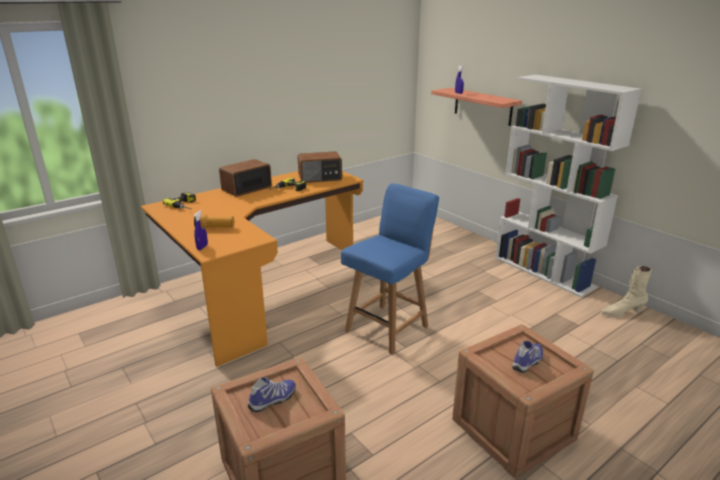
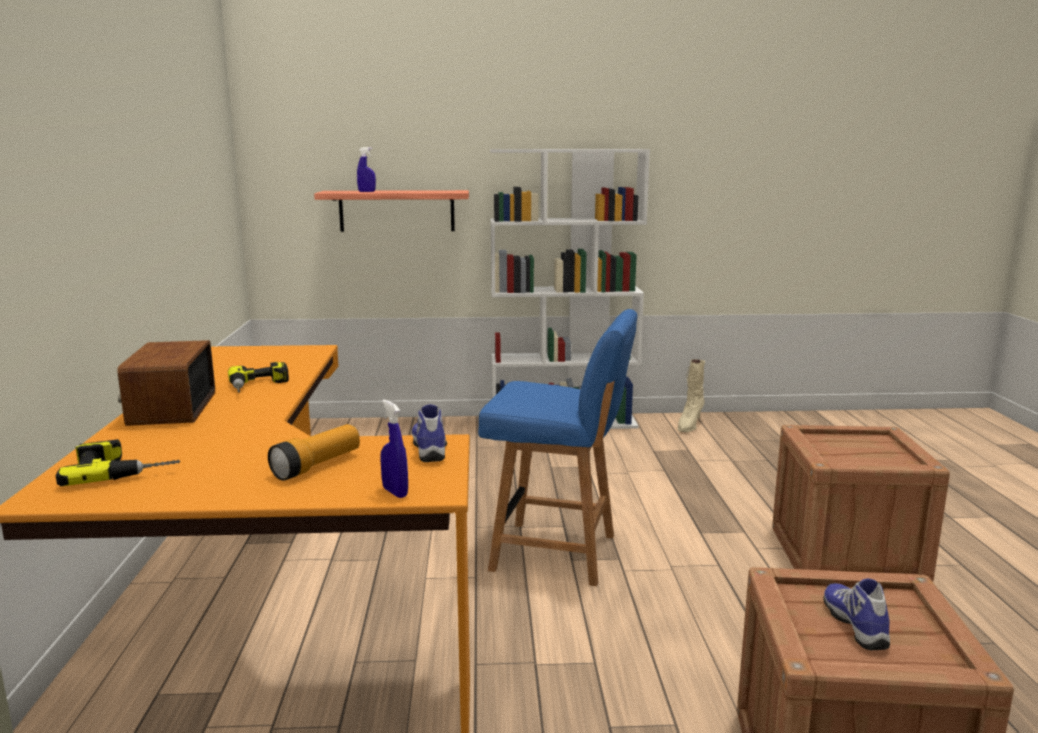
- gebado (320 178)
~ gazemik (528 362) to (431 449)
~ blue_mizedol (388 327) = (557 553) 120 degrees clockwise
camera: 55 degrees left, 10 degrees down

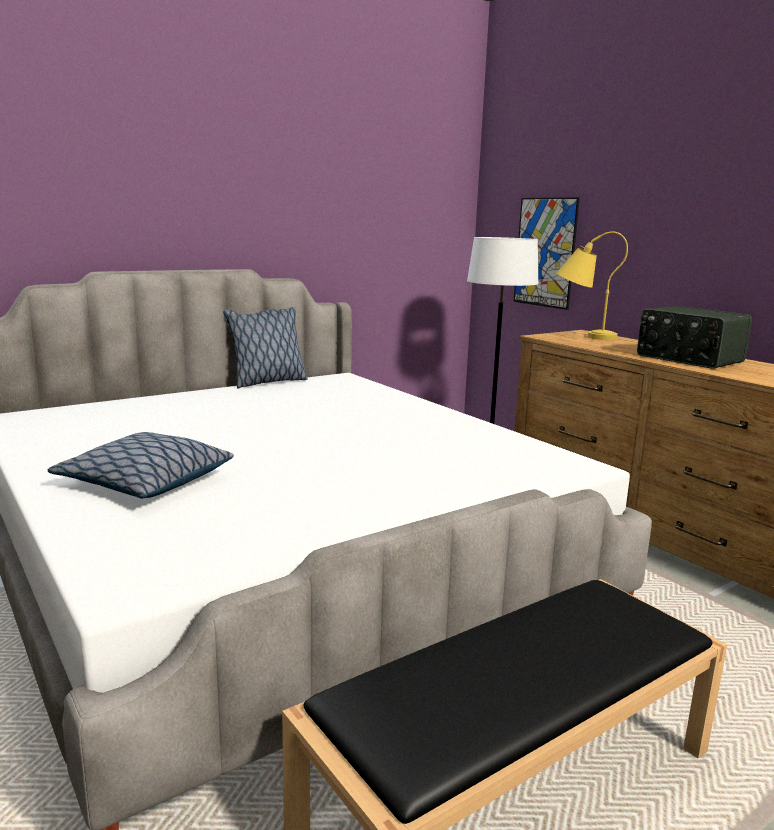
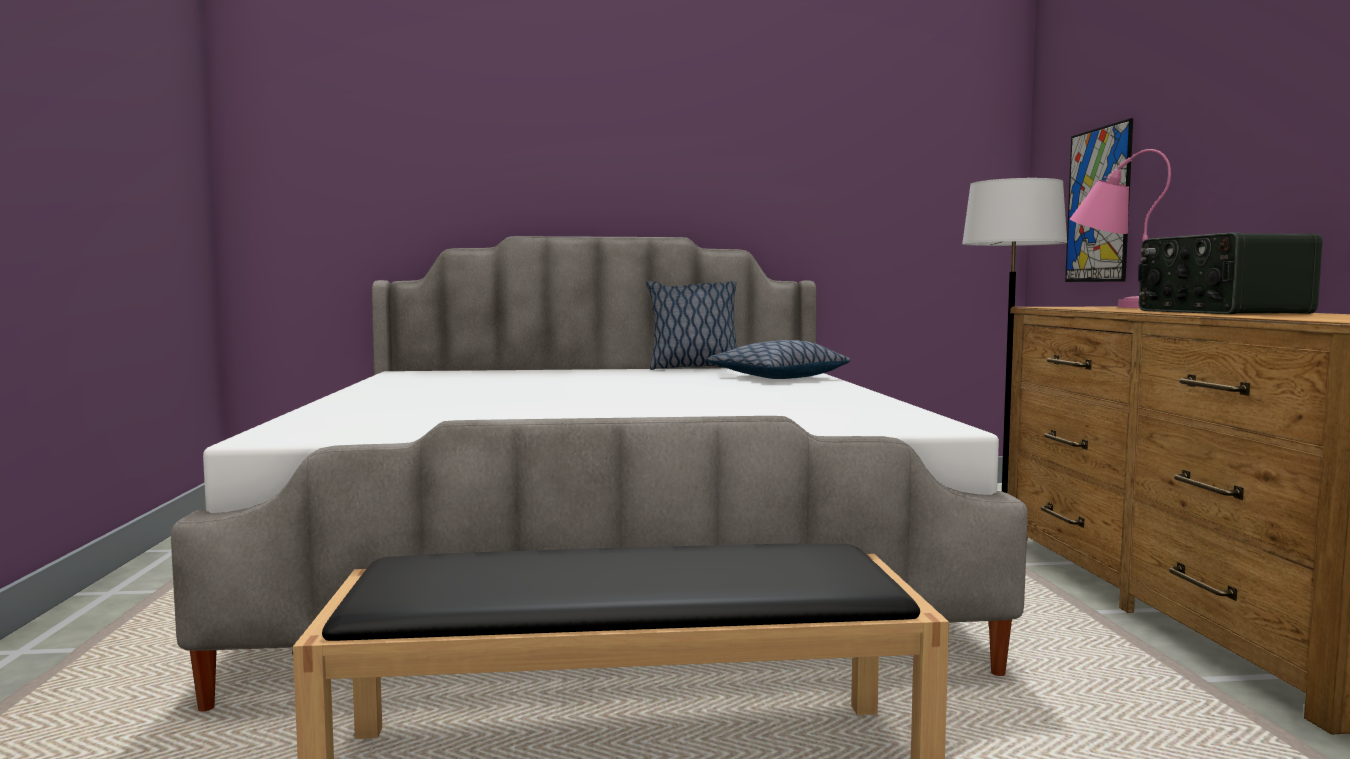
~ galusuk (145 482) to (776 377)
~ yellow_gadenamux (582 335) to pink_gadenamux (1113 307)
camera: 30 degrees right, 10 degrees down

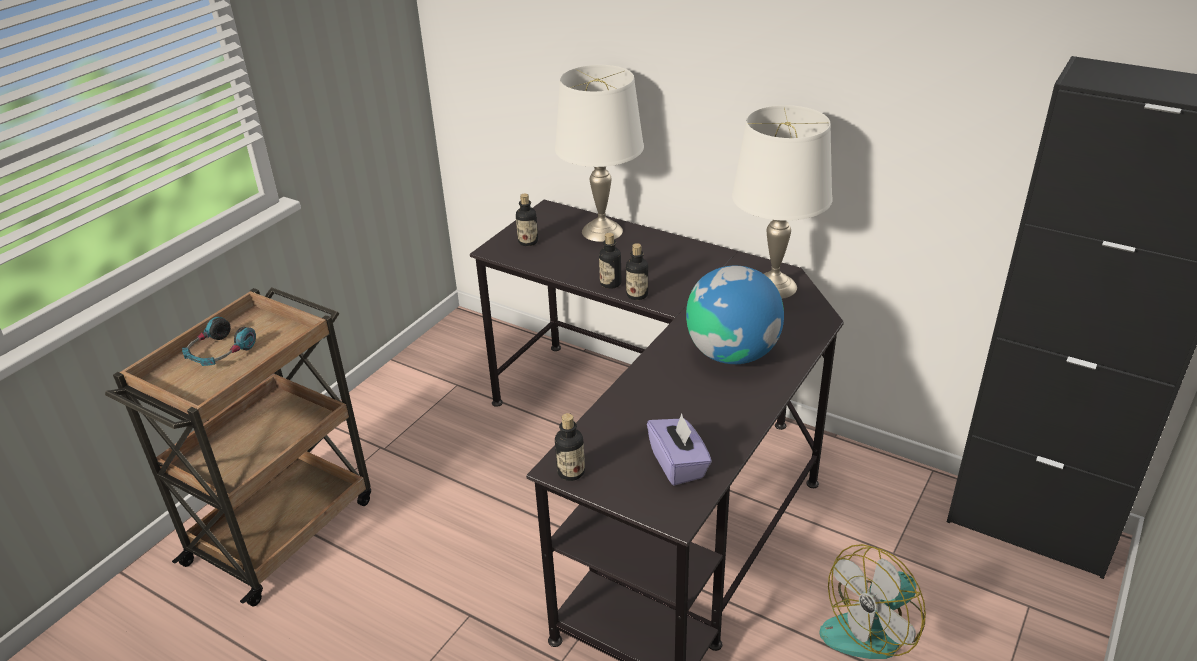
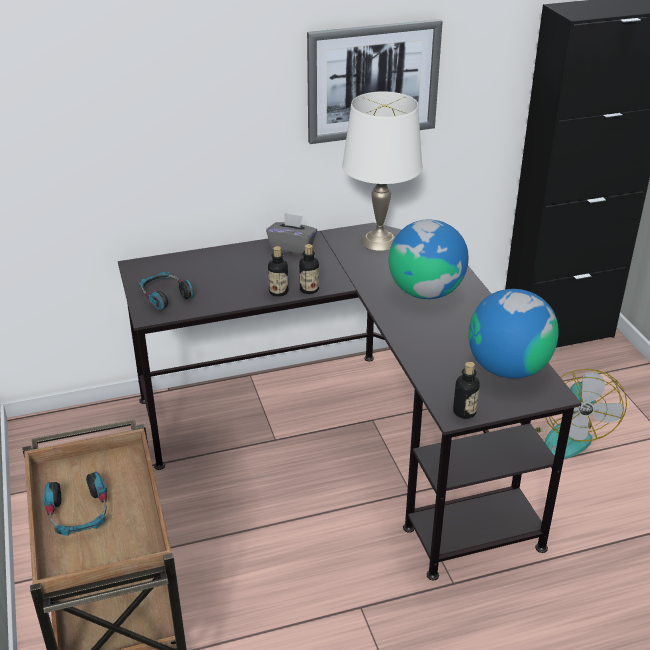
- white_gadenamux (602 231)
+ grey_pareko (292 247)
+ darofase (373 81)
~ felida (528 242) to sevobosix (165 296)
~ purple_pareko (678 464) to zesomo (508 368)
camera: 50 degrees left, 0 degrees up

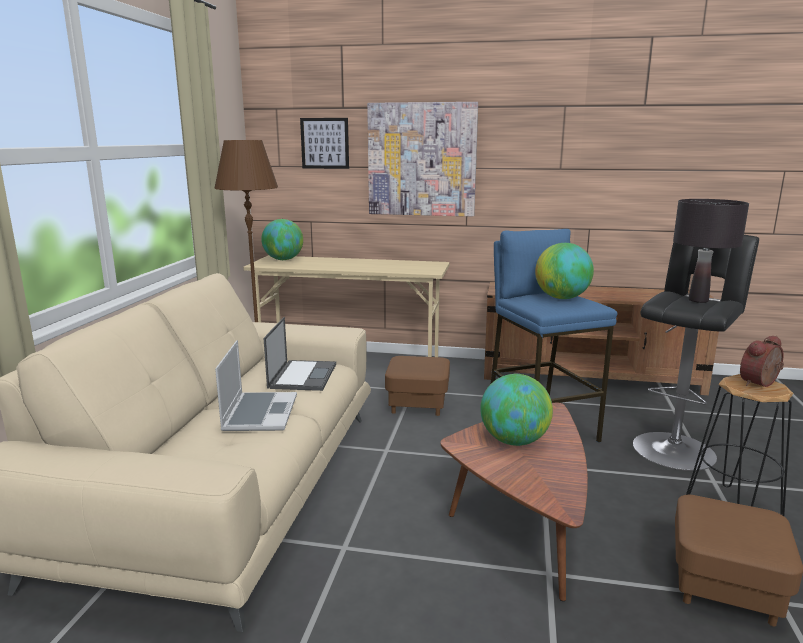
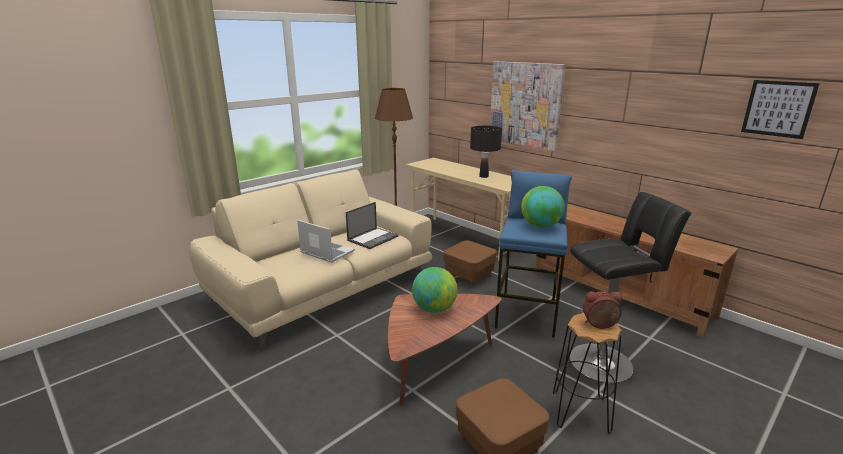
- zesomo (283 259)
~ darofase (325 143) to (778 108)
~ black_gadenamux (698 300) to (483 176)
~ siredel (259 413) = (326 252) 90 degrees counterclockwise
camera: 35 degrees right, 5 degrees up

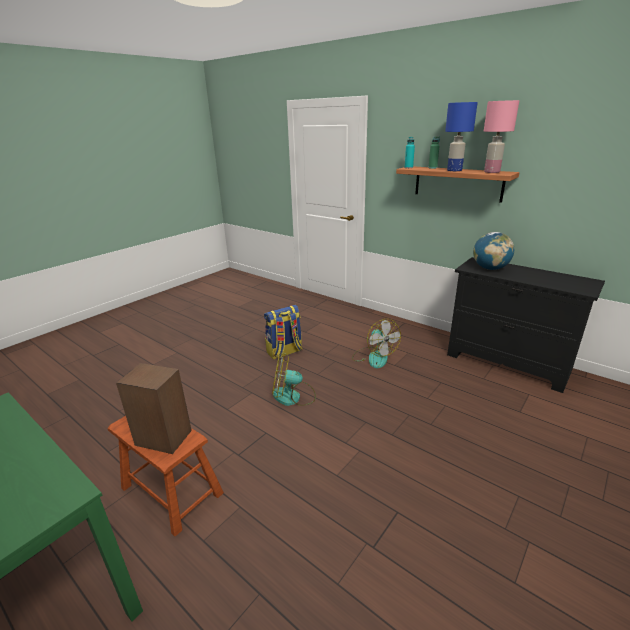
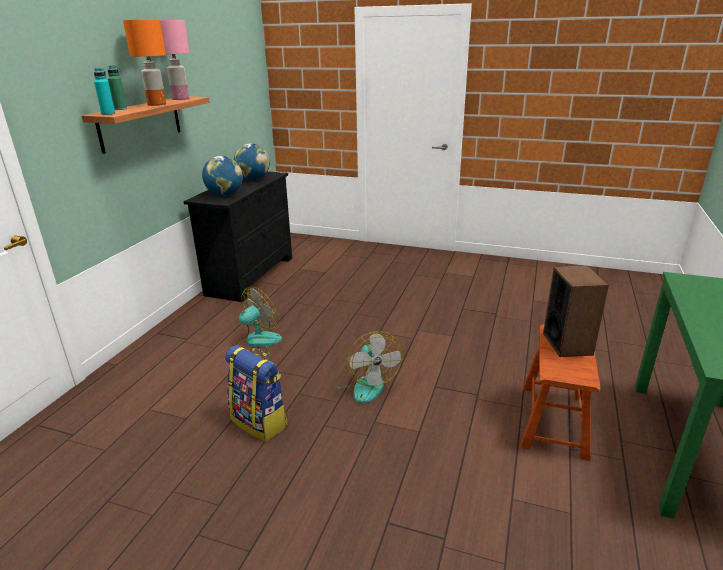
+ zesomo (253 179)
~ blue_gadenamux (454 170) to orange_gadenamux (156 104)
camera: 110 degrees left, 0 degrees up

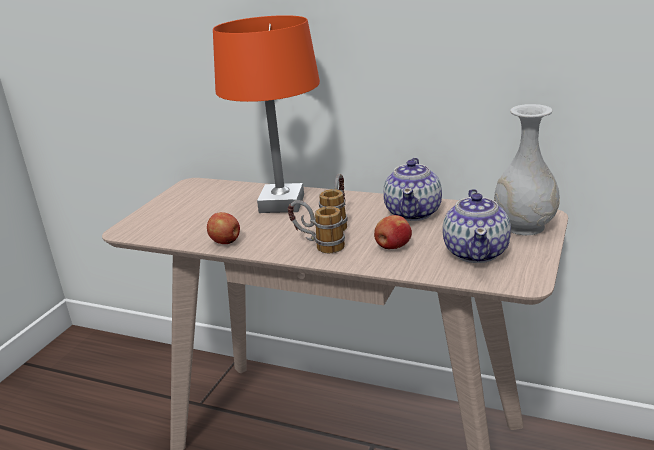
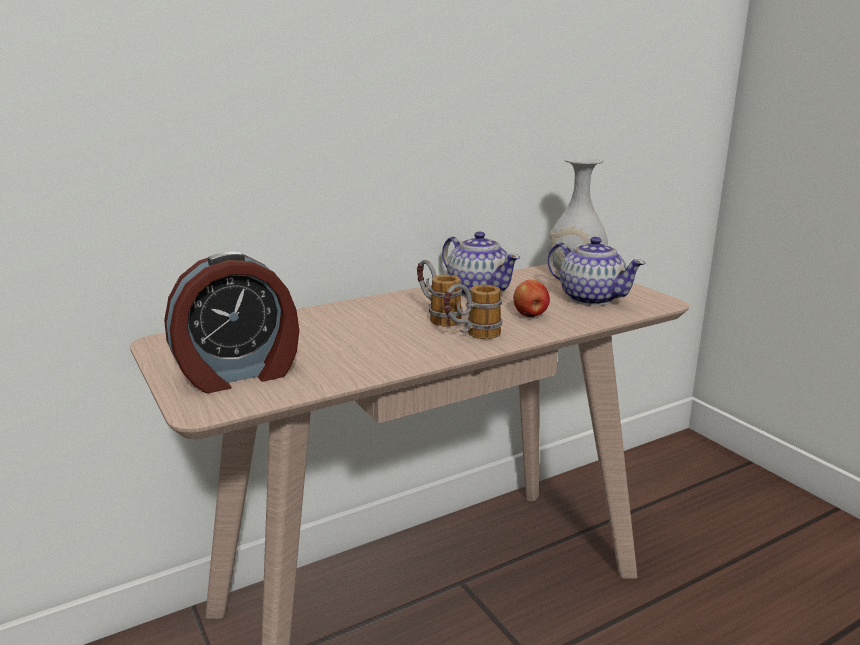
- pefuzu (226 242)
- orange_gadenamux (282 204)
+ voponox (239 374)
camera: 55 degrees left, 5 degrees down

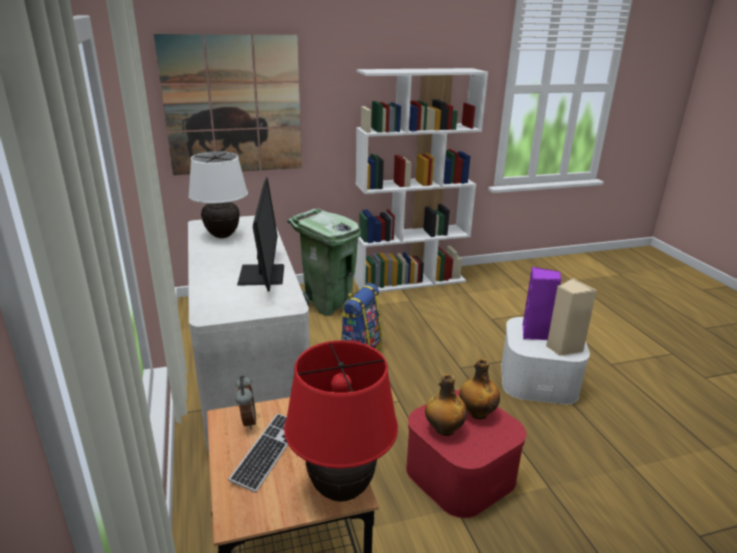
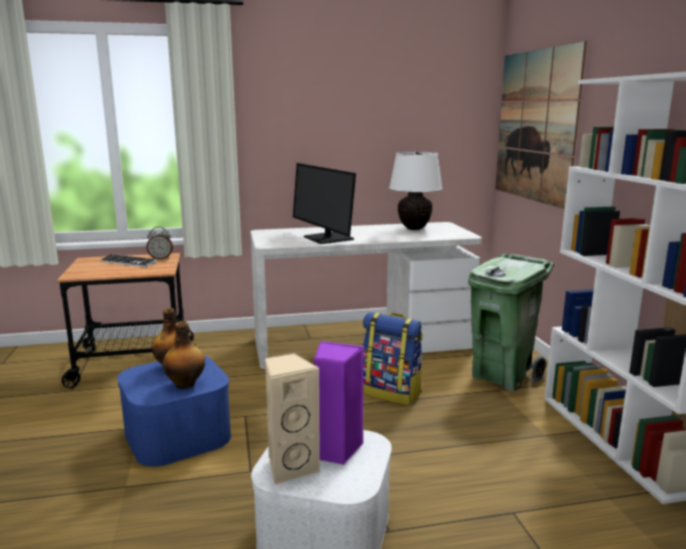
- red_gadenamux (340 489)
~ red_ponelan (460 473) to blue_ponelan (178 434)
~ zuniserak (263 275) = (327 238) 60 degrees clockwise
camera: 95 degrees right, 10 degrees down

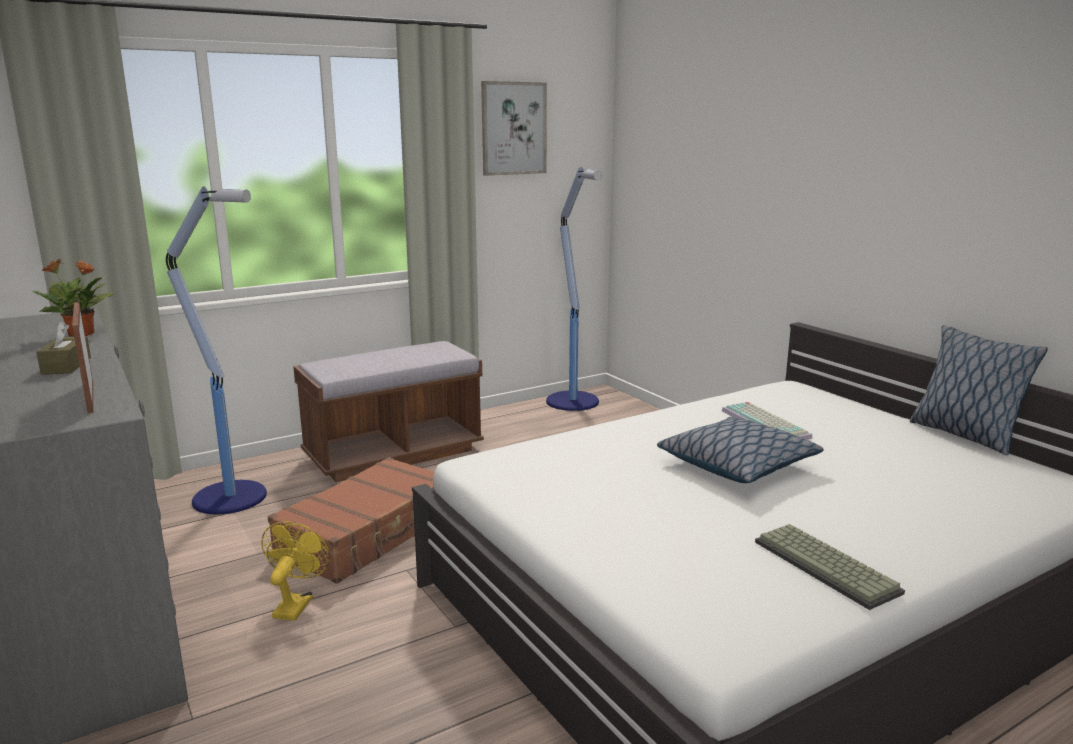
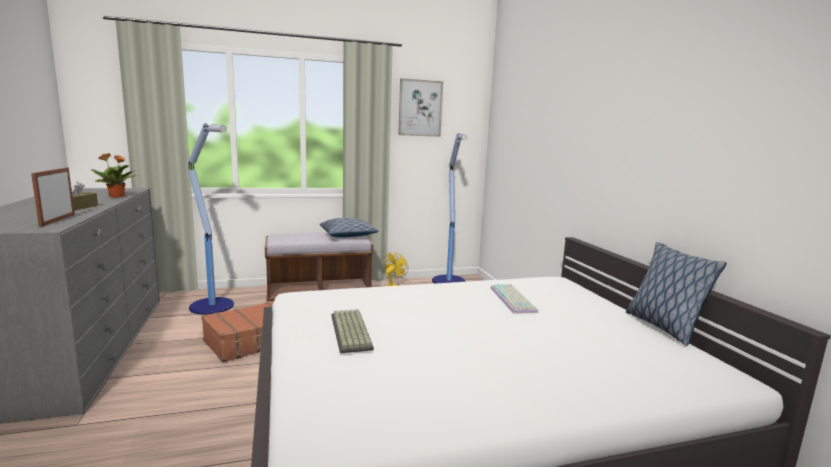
~ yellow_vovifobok (295 604) to (393 287)
~ galusuk (737 465) to (348 235)
~ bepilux (828 566) to (352 332)
camera: 15 degrees right, 5 degrees down

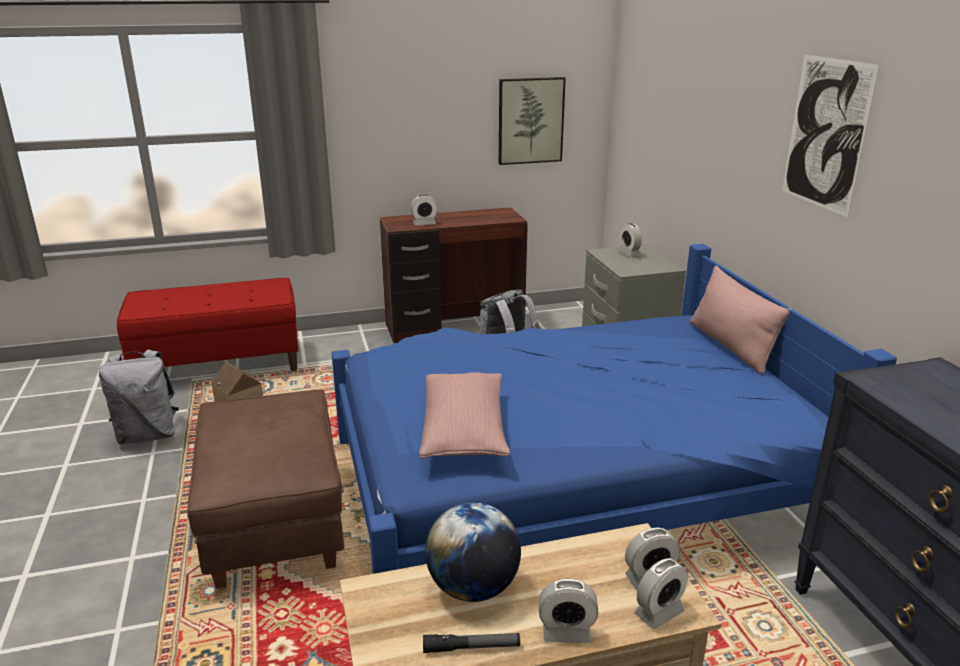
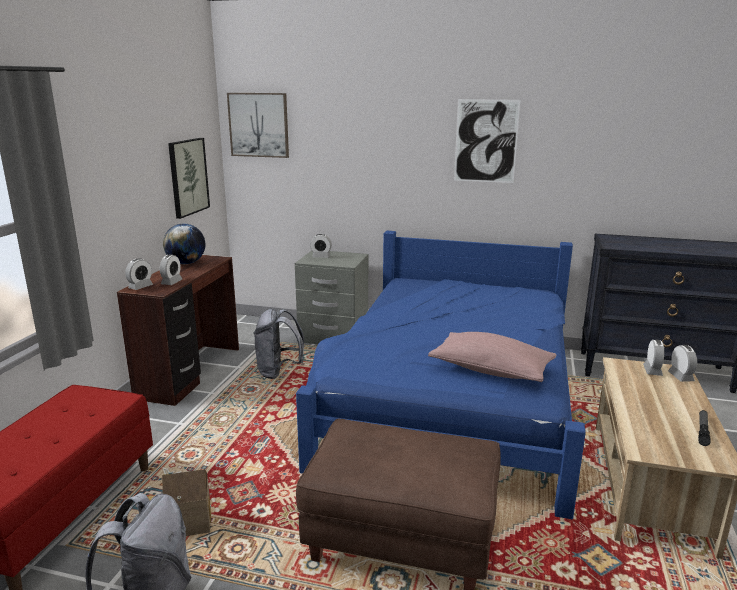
- pink_galusuk (731 346)
+ darofase (259 125)
~ zesomo (473 588) to (186 263)
~ voponox (566 632) to (140 287)
camera: 60 degrees left, 5 degrees down

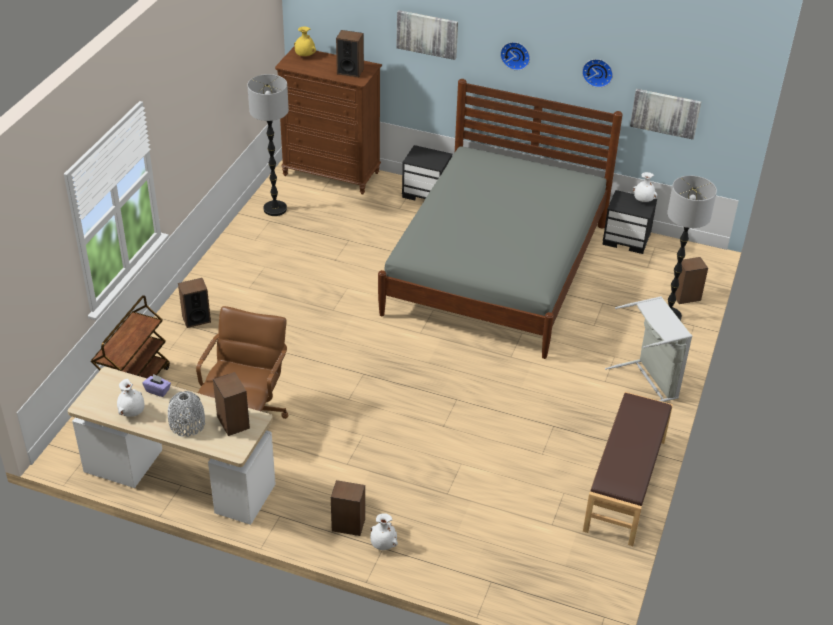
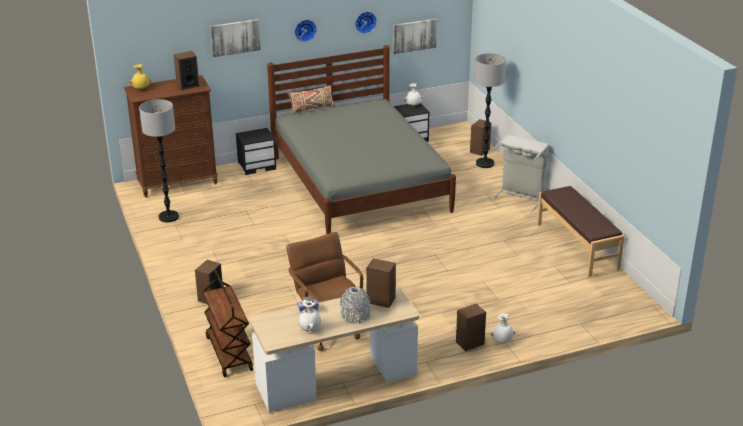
+ beige_galusuk (311 109)
camera: 40 degrees left, 10 degrees down

